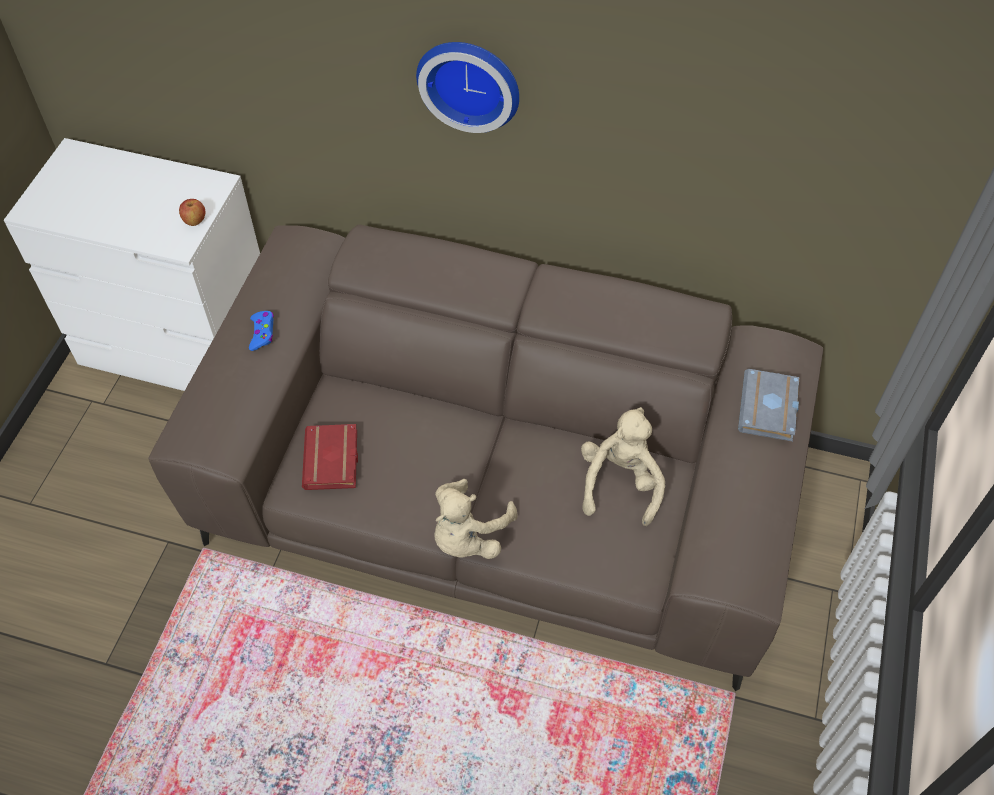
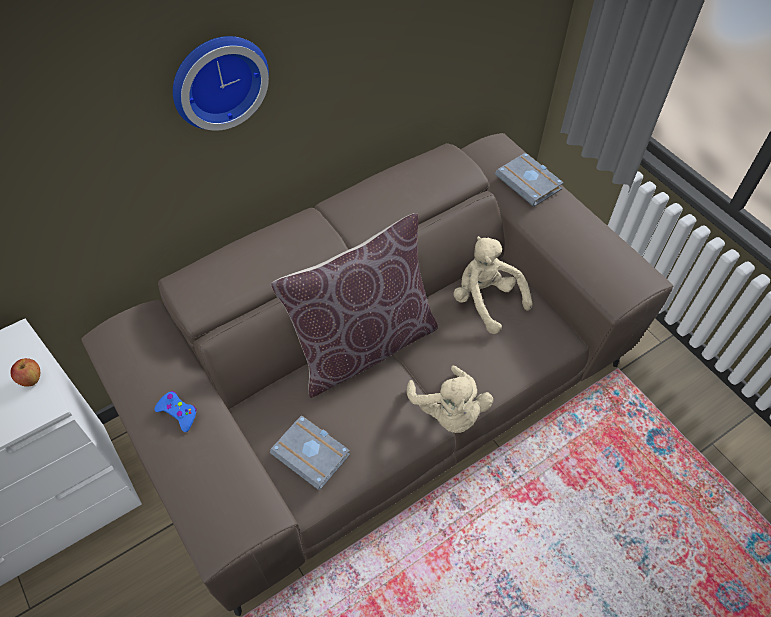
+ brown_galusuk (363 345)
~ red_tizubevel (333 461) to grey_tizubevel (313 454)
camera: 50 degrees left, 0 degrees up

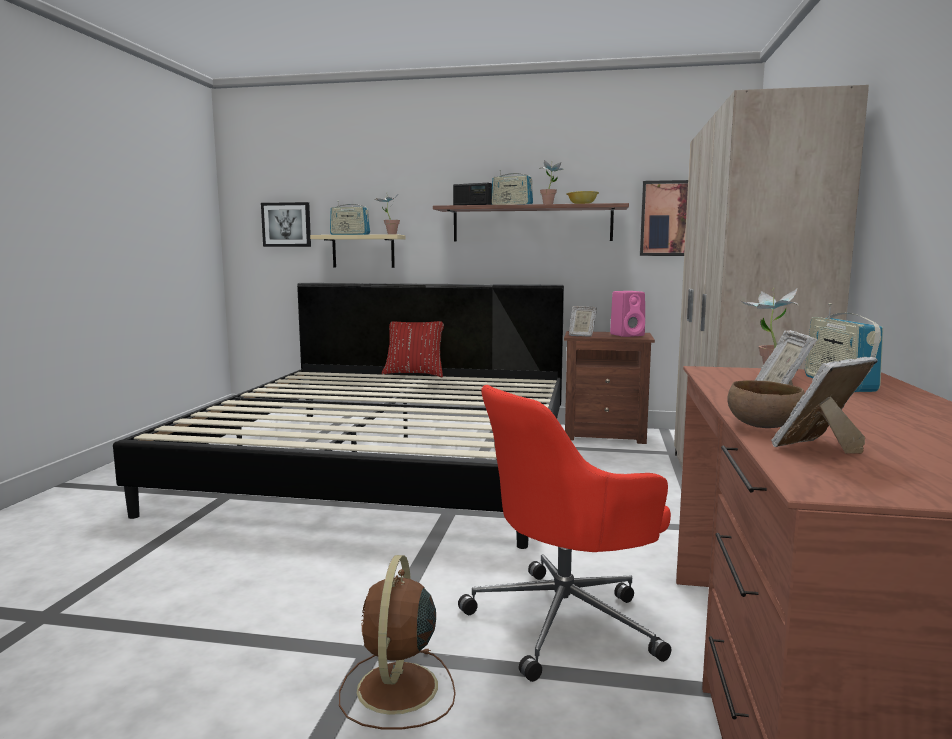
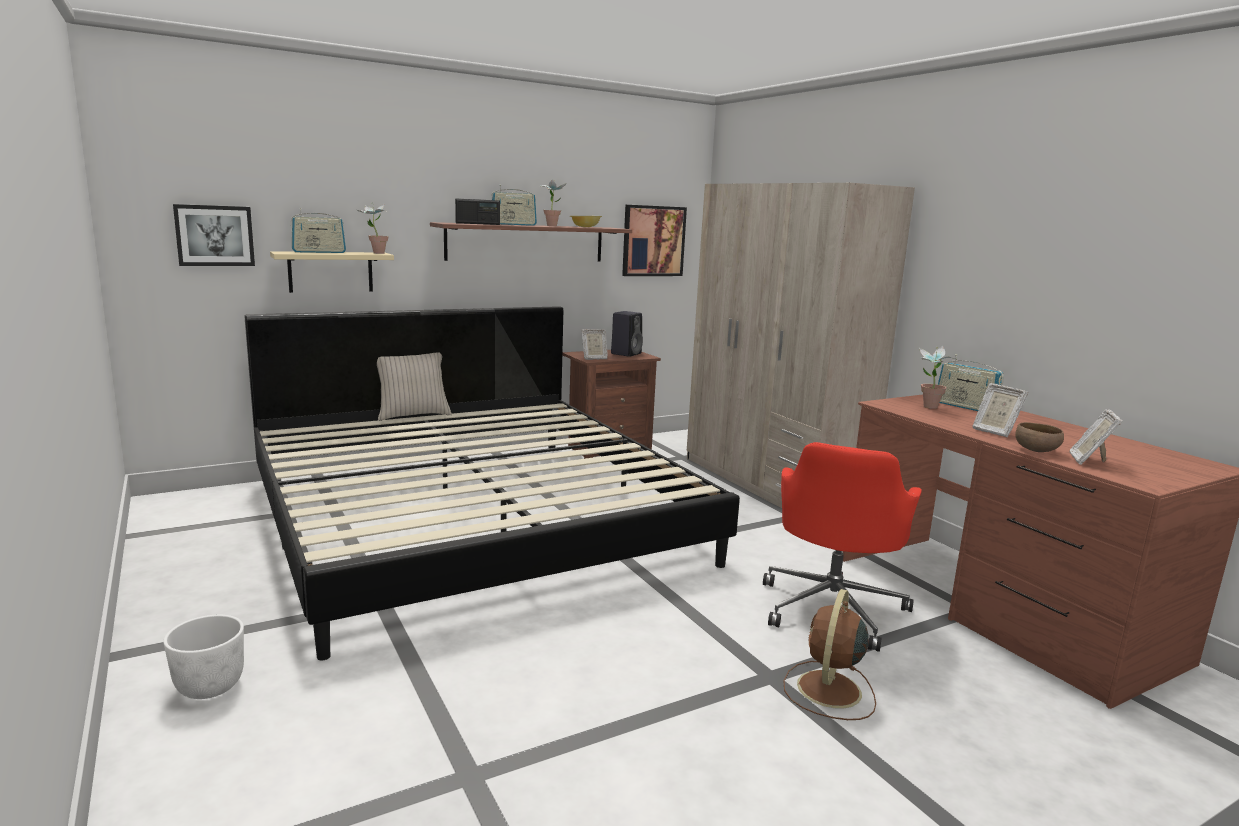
+ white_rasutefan (209 687)
~ red_galusuk (414 374) to beige_galusuk (412 415)
~ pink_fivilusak (627 335) to black_fivilusak (626 353)
~ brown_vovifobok (397 690) = (828 691) 60 degrees clockwise
camera: 40 degrees left, 5 degrees up

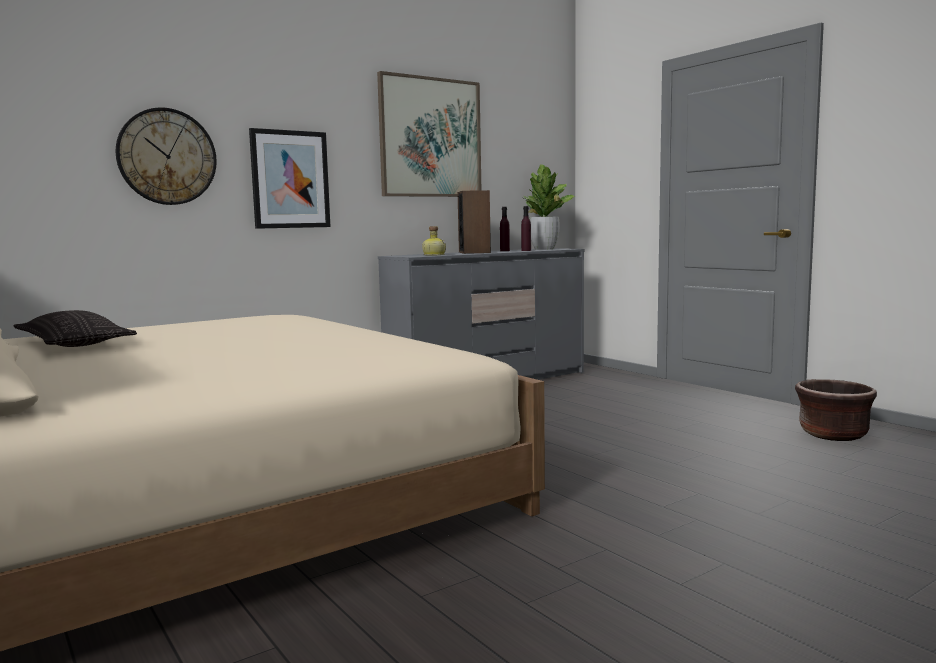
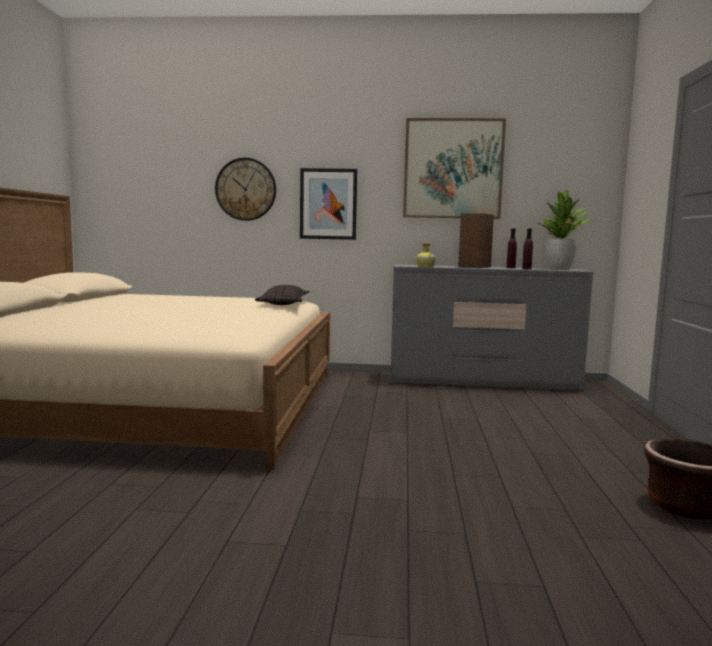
~ galusuk (73 343) to (284 303)
camera: 40 degrees right, 0 degrees up

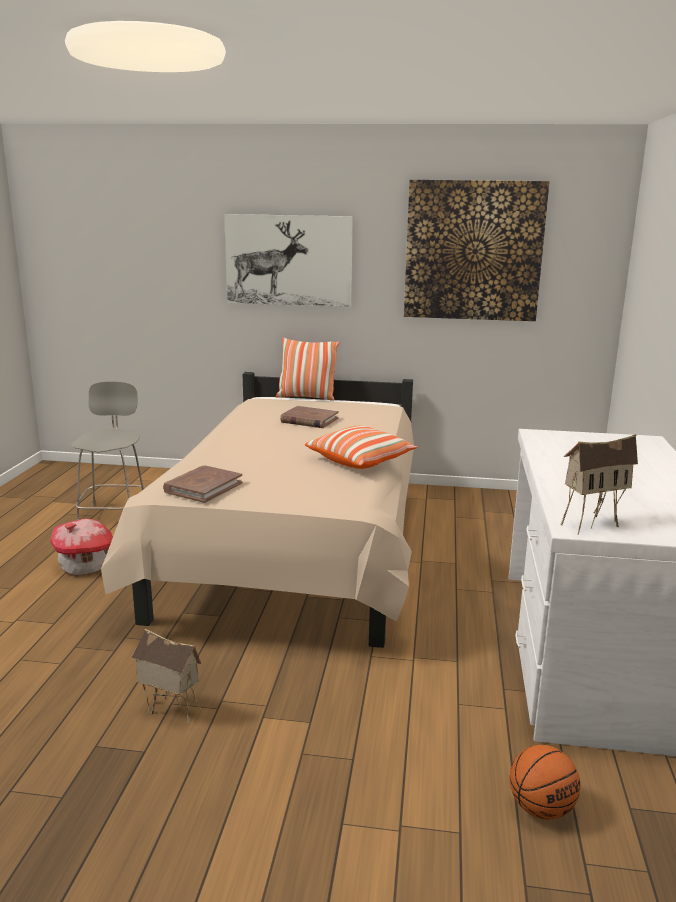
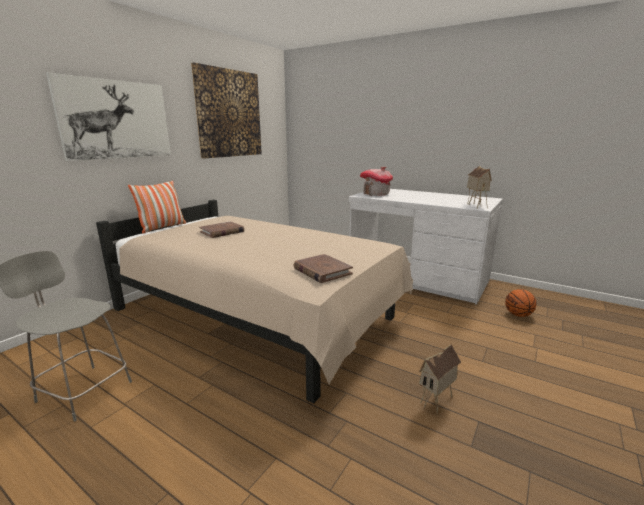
- galusuk (361 460)
~ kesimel (86 565) to (376 194)
camera: 65 degrees left, 0 degrees up

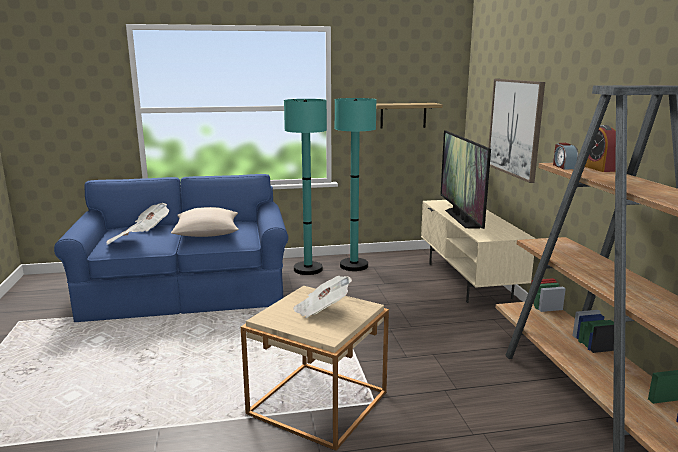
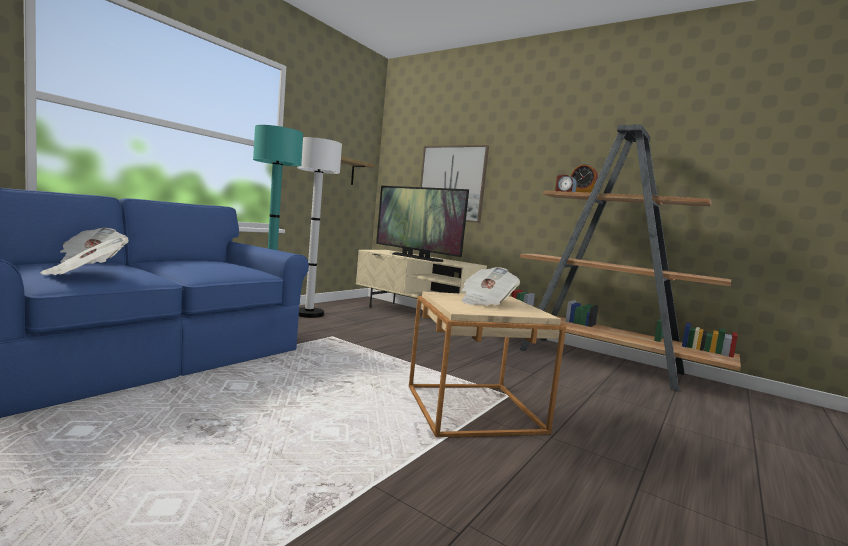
- beige_galusuk (207 233)
~ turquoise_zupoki (354 265) to white_zupoki (309 314)
camera: 45 degrees left, 10 degrees down

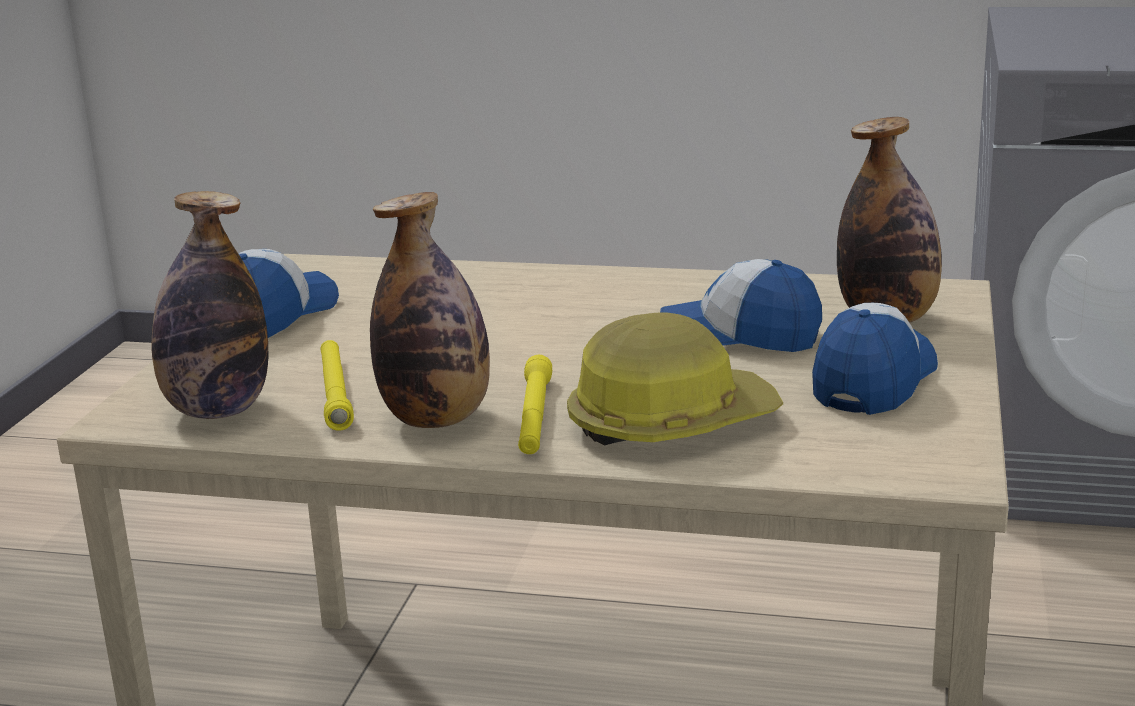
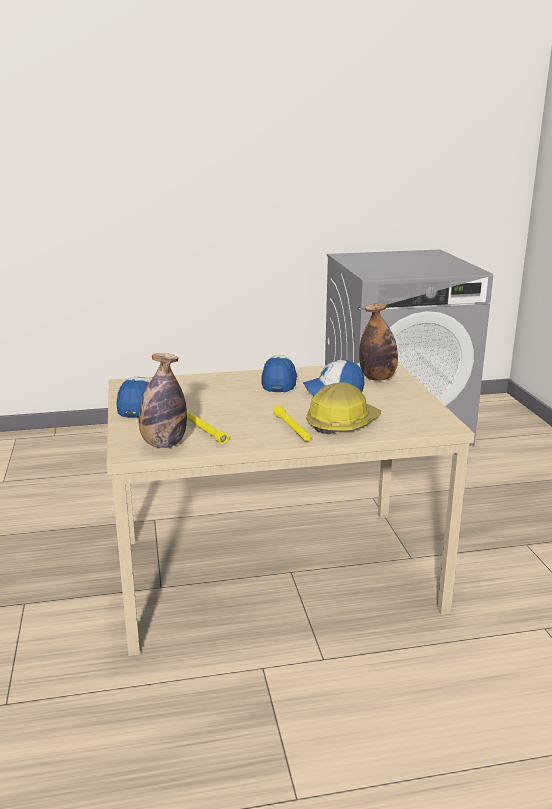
- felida (437 419)
~ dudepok (874 381) to (279 382)
camera: 25 degrees left, 0 degrees up

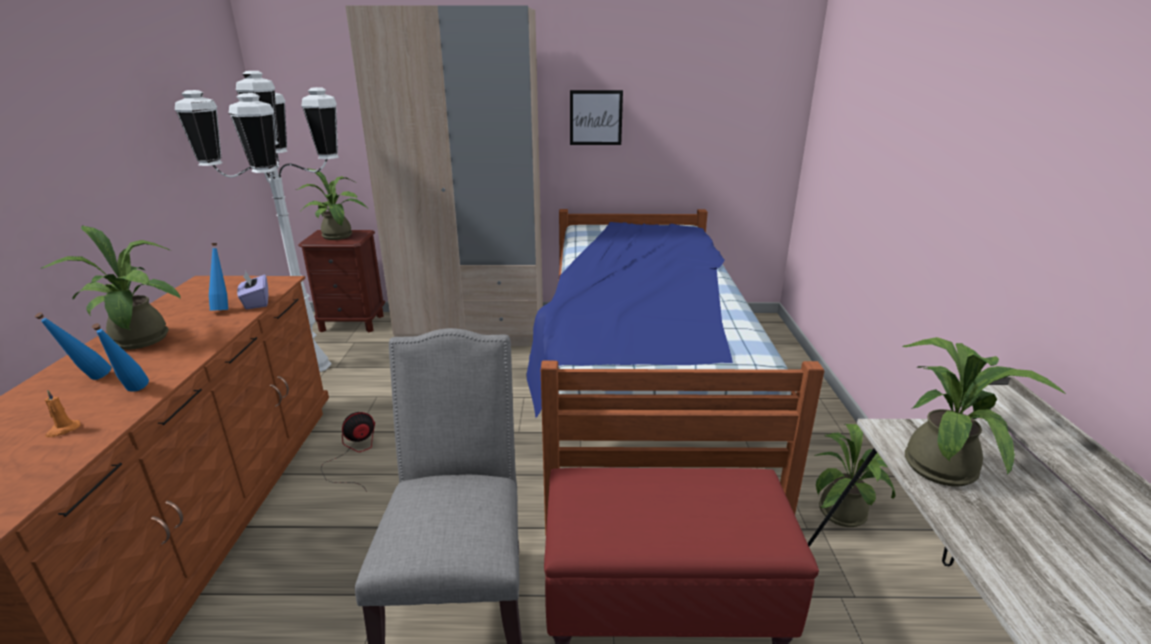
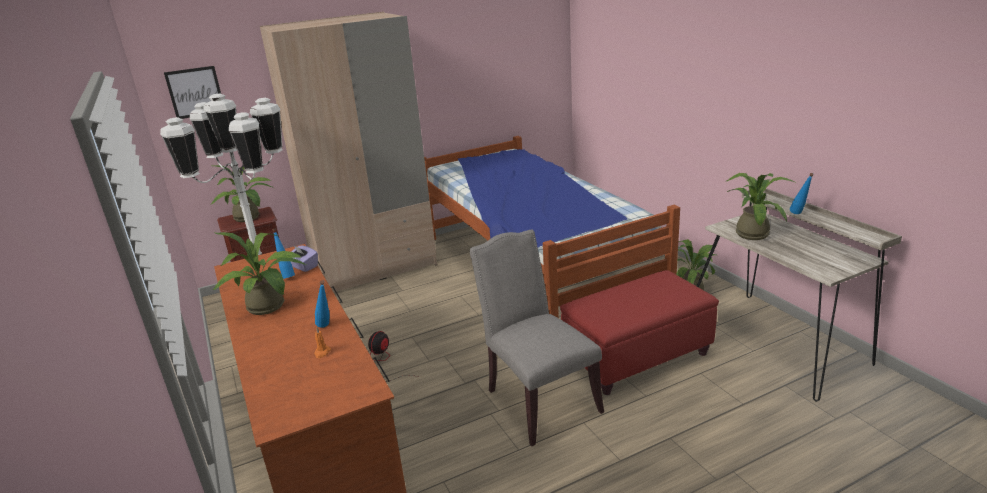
~ blue_felida (89 381) to (799 214)
~ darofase (596 117) to (195 92)
camera: 25 degrees left, 0 degrees up

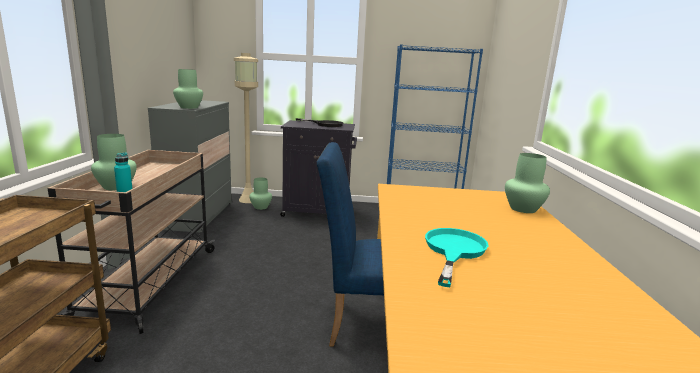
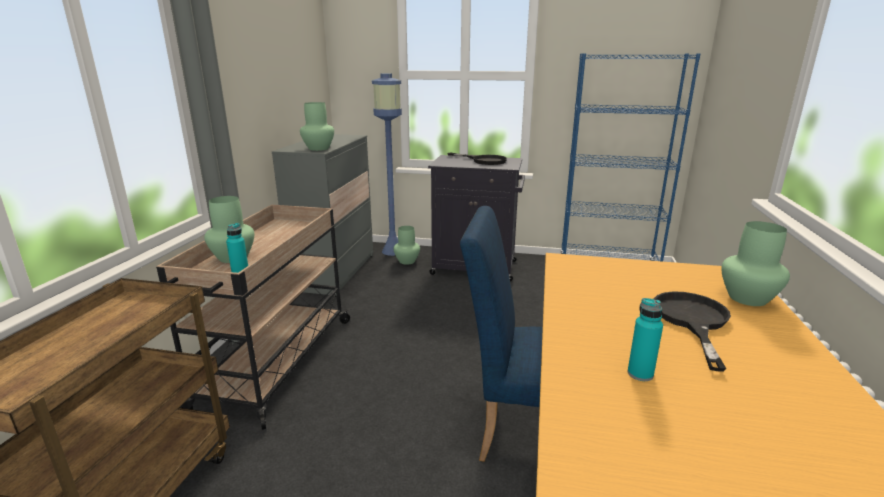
+ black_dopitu (692 321)
~ turquoise_dopitu (453 251) to turquoise_felida (640 374)
~ beige_zupoki (248 200) to blue_zupoki (392 251)
camera: 10 degrees right, 5 degrees up

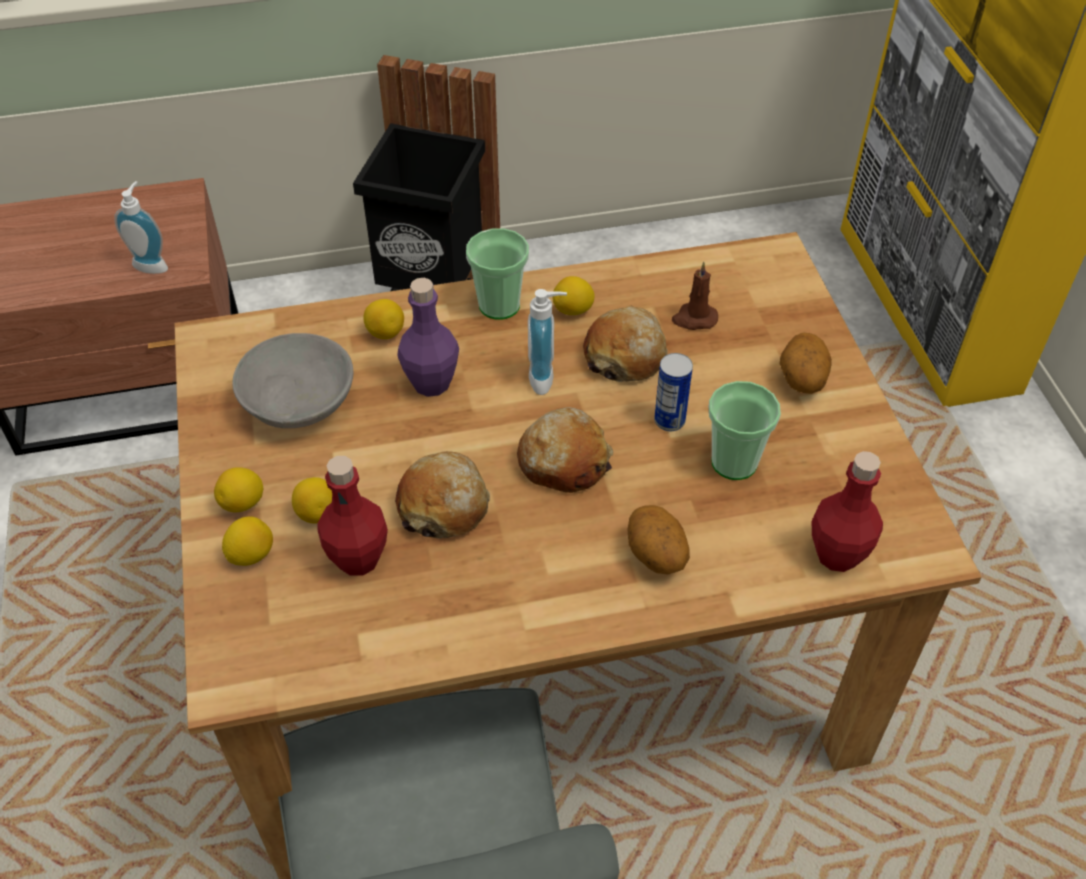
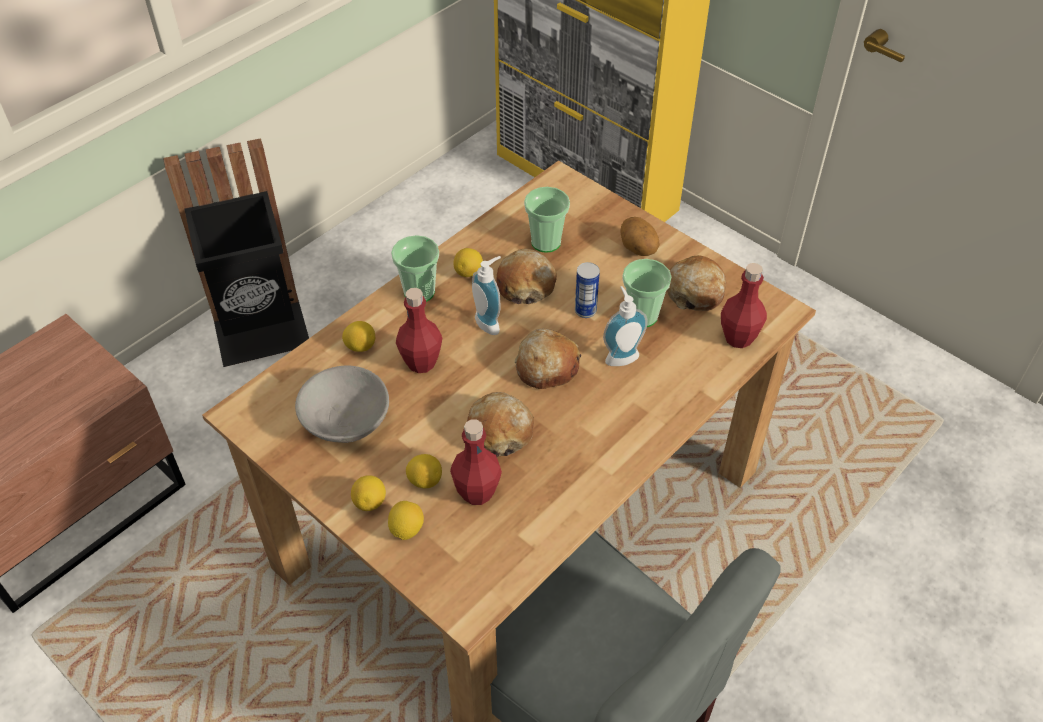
- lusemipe (655 556)
+ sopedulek (695 291)
~ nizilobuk (152 264) to (620 355)
~ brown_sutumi (694 318) to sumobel (546 242)
~ purple_felida (431 383) to red_felida (421 362)
camera: 35 degrees left, 0 degrees up

